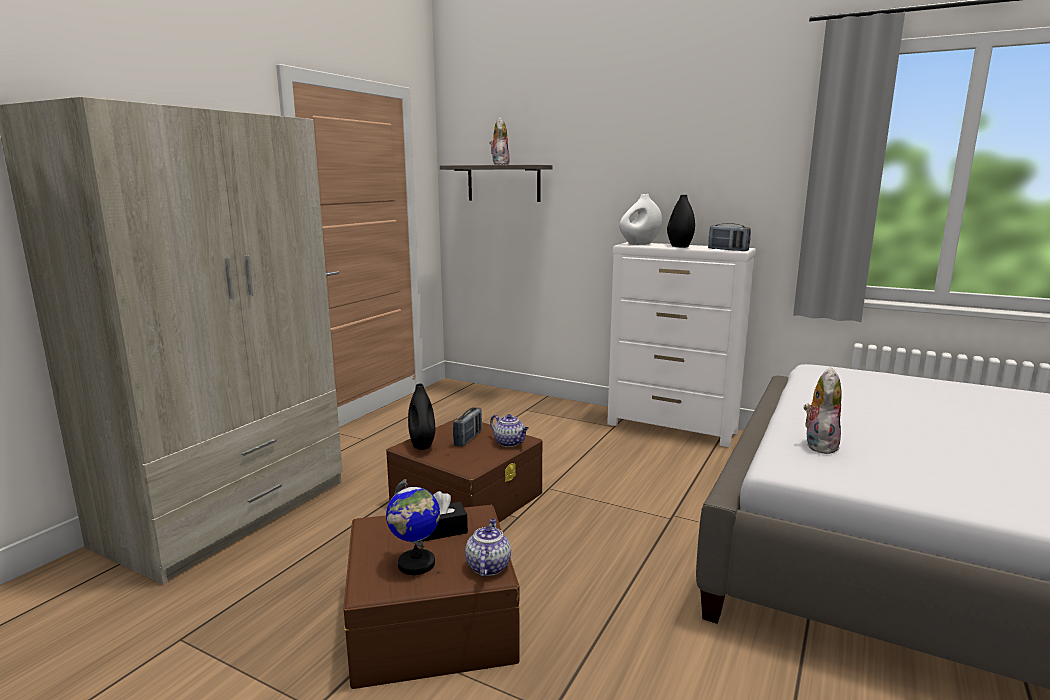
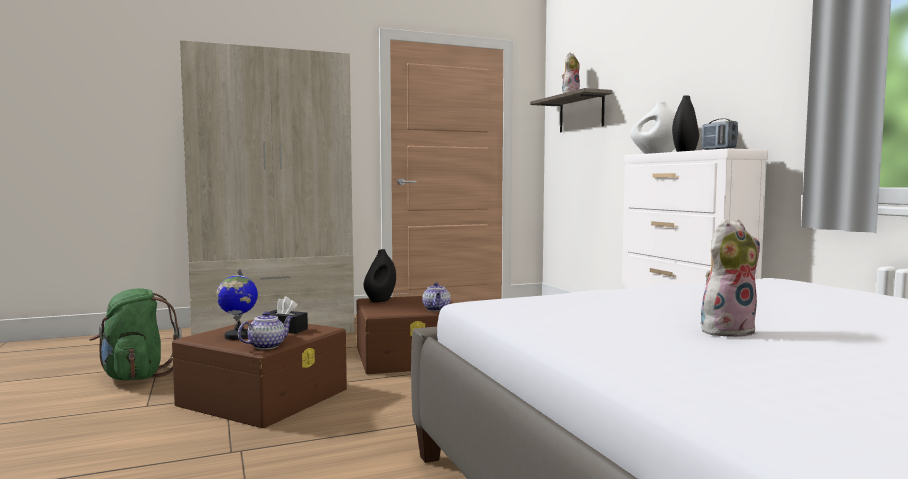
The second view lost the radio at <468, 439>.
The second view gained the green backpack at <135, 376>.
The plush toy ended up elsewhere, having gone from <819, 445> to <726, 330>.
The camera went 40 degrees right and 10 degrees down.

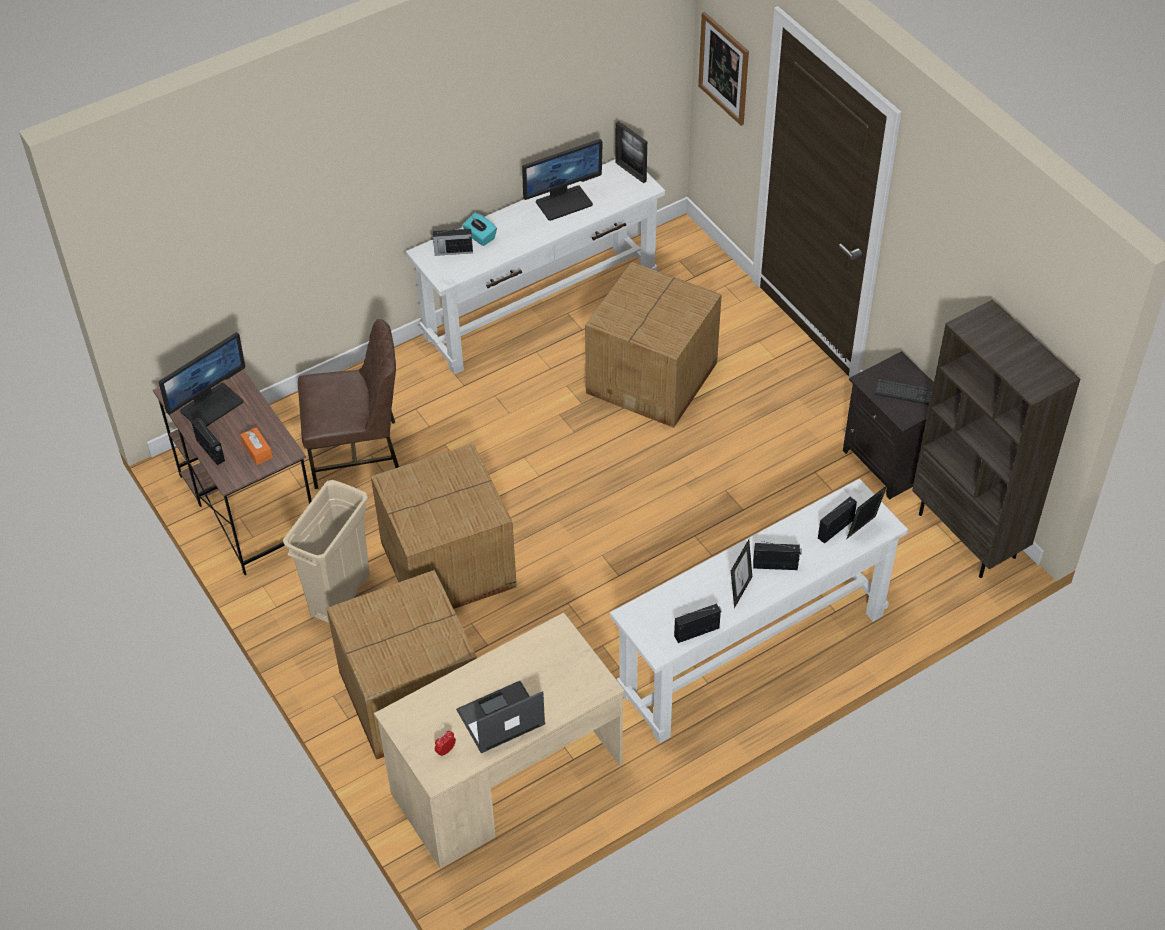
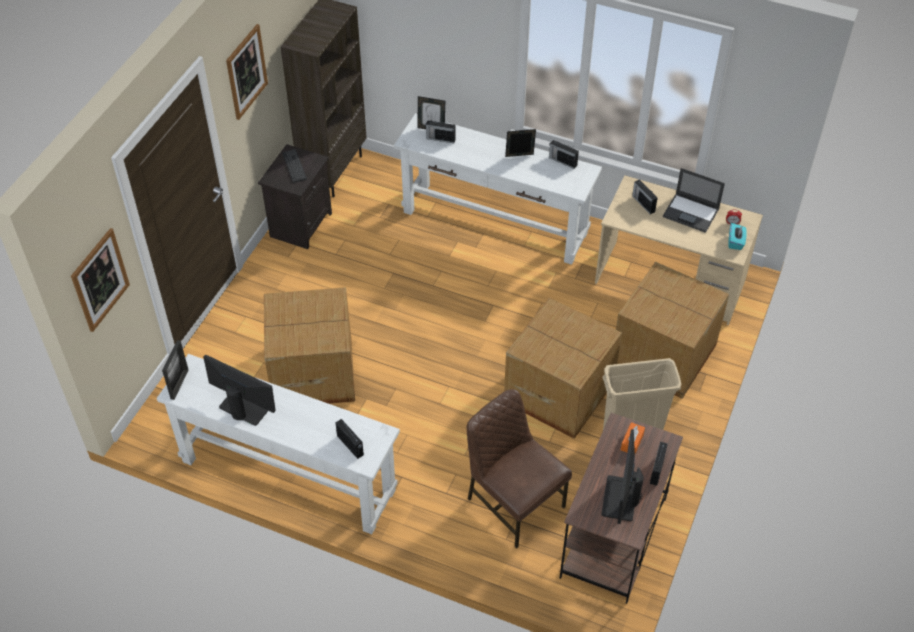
The second view gained the picture at <246, 72>.
The turquoise tissue box ended up elsewhere, having gone from <480, 237> to <735, 242>.
The radio ended up elsewhere, having gone from <776, 565> to <643, 203>.
The monitor at <211, 405> ended up facing another way, 90 degrees counterclockwise from before.
The camera went 125 degrees left and 0 degrees up.

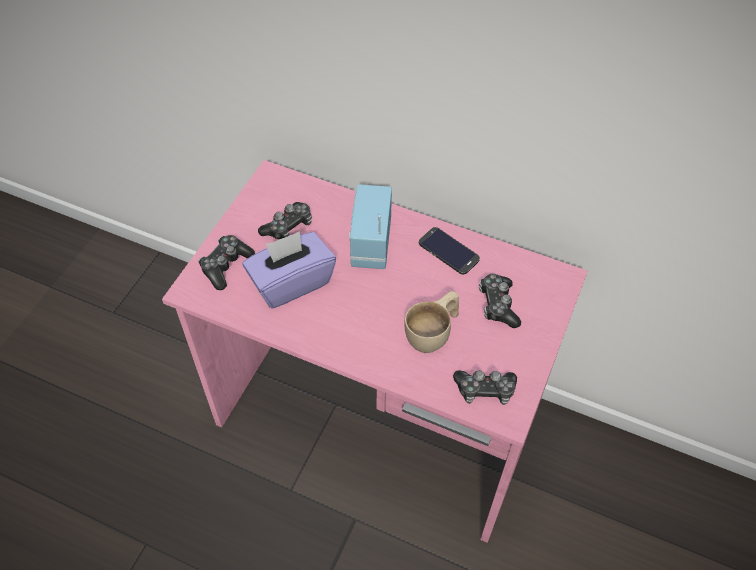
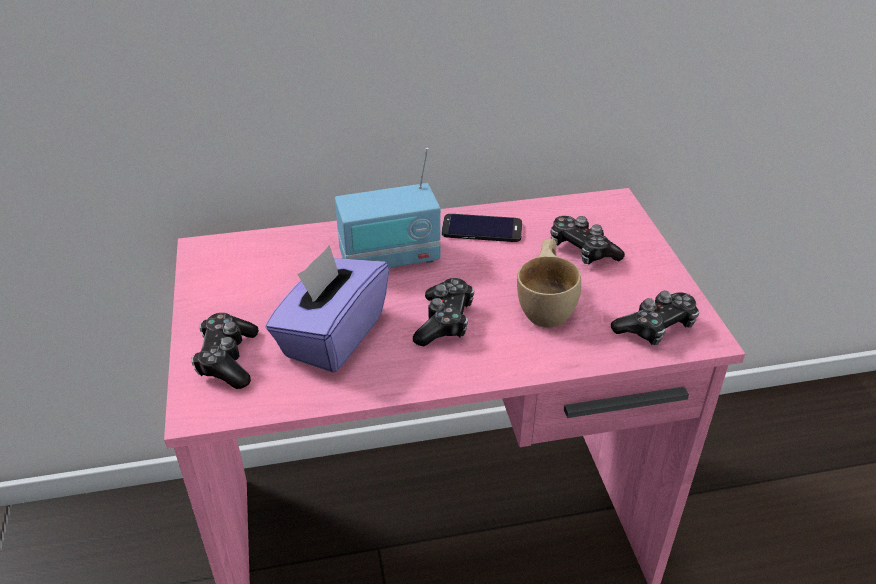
The game controller ended up elsewhere, having gone from <288, 227> to <444, 321>.
The radio at <370, 243> ended up facing another way, 75 degrees counterclockwise from before.
The camera went 35 degrees left and 15 degrees down.

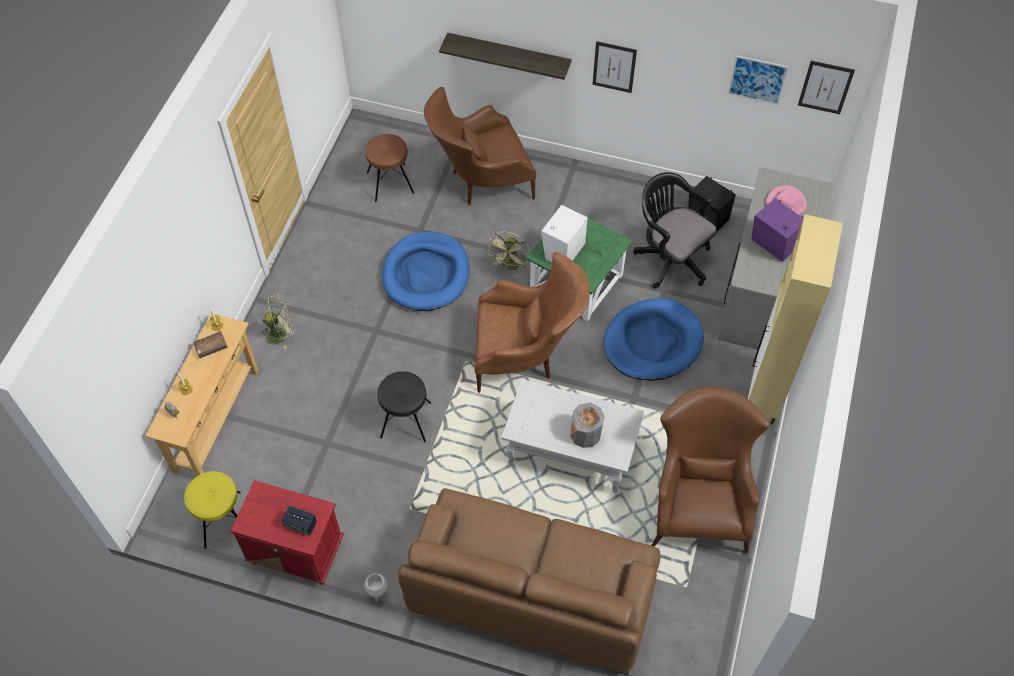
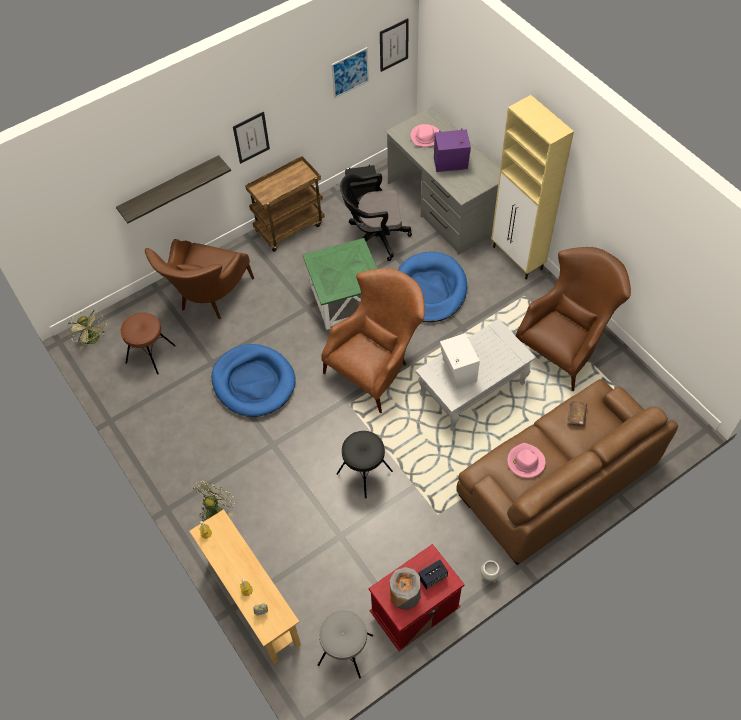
The second view gained the brown cart at <289, 227>.
The second view gained the pink hat at <525, 462>.
The brown book ended up elsewhere, having gone from <211, 347> to <576, 416>.
The green fan ended up elsewhere, having gone from <510, 266> to <93, 340>.
The white speaker ended up elsewhere, having gone from <562, 251> to <458, 372>.
The grey vase ended up elsewhere, having gone from <585, 433> to <405, 594>.
What was the yellow stool at <222, 519> turned into the grey stool at <345, 650>.
The brown armchair at <697, 502> ended up facing another way, 90 degrees clockwise from before.
The camera went 50 degrees left and 0 degrees up.

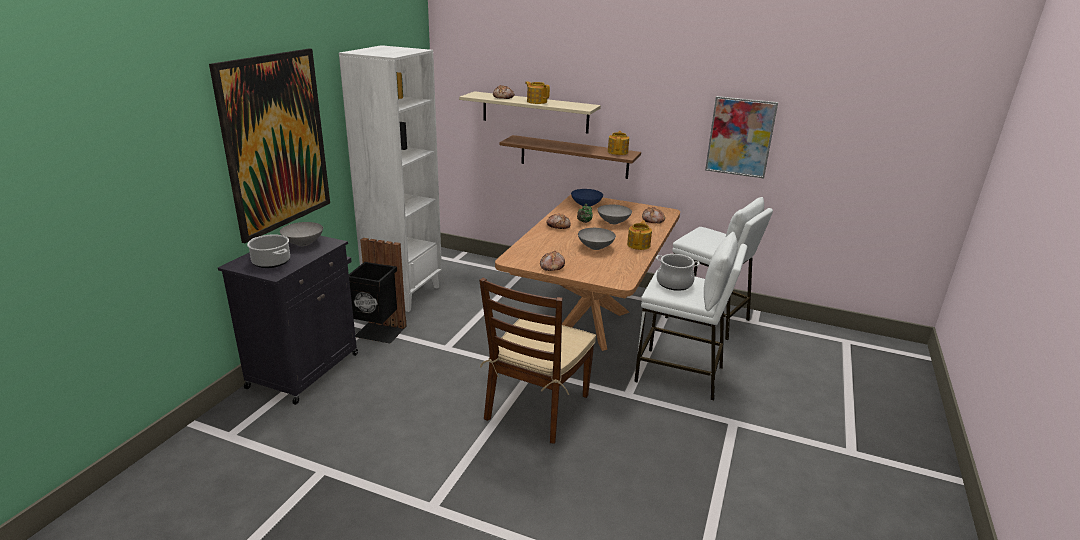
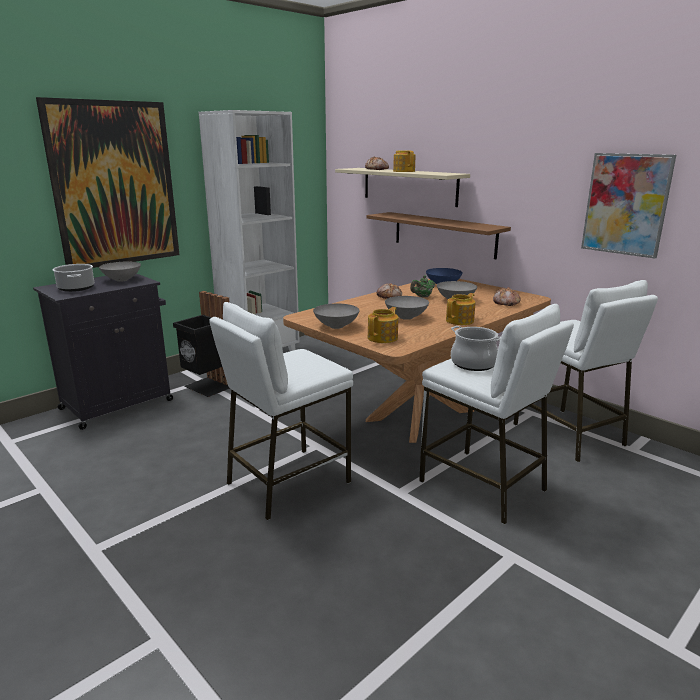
The teapot ended up elsewhere, having gone from <618, 152> to <383, 338>.
Where the brown chair stood at <537, 407>, the white stool came to stand at <287, 482>.
Where the bread stood at <551, 266>, the grey bowl came to stand at <335, 326>.
The camera went 25 degrees right and 5 degrees down.

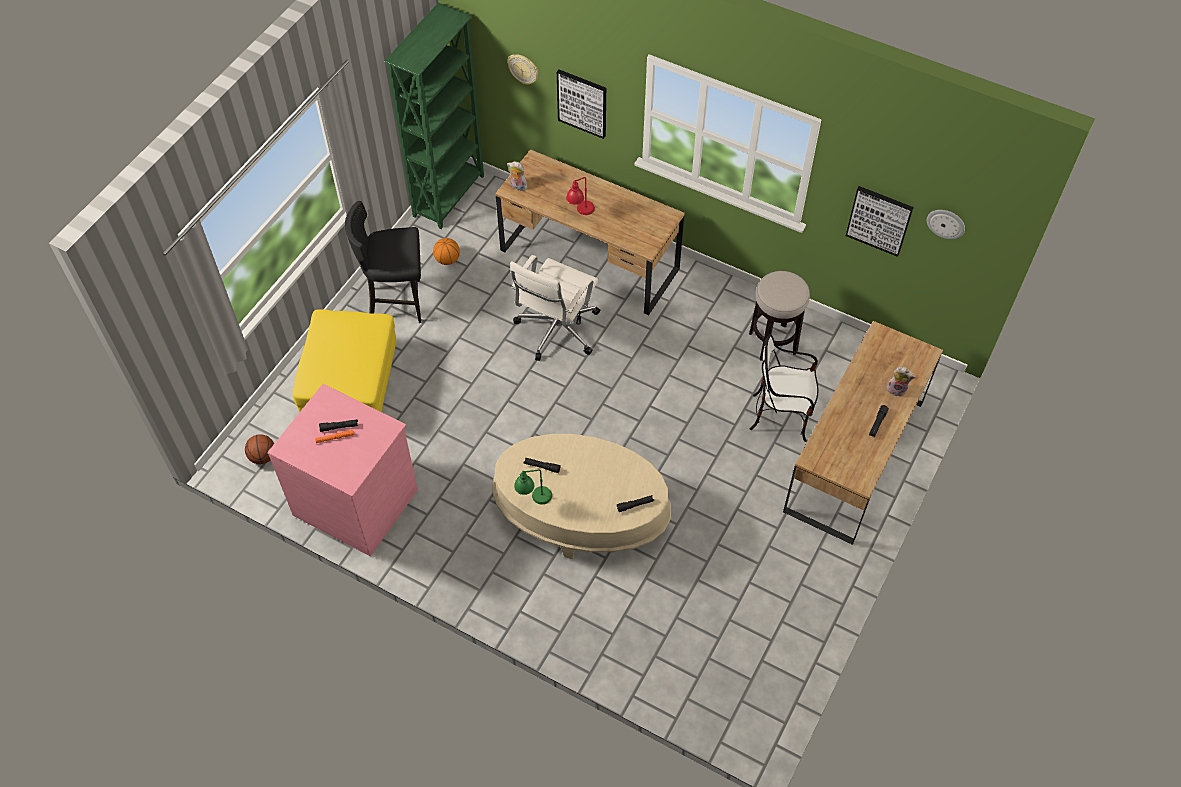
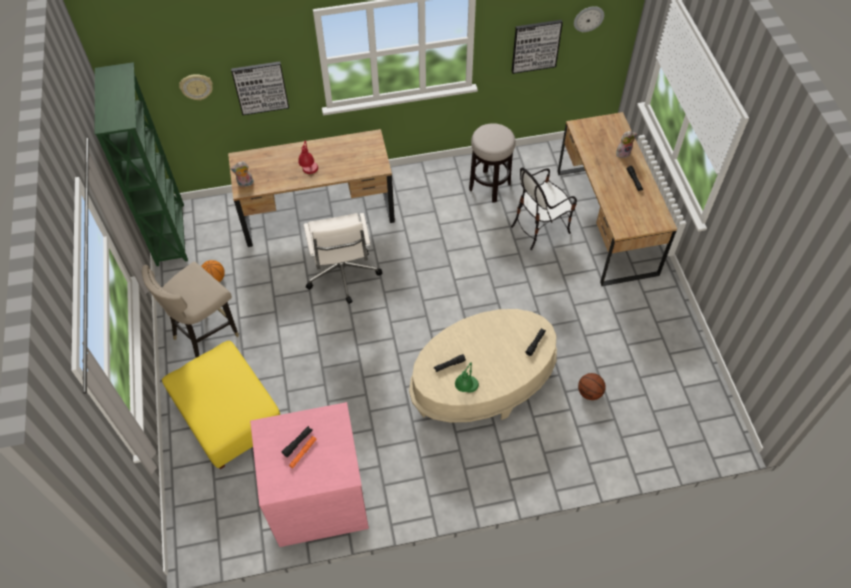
The basketball ended up elsewhere, having gone from <263, 457> to <590, 392>.
What was the black stool at <397, 302> turned into the beige stool at <205, 334>.
The camera went 40 degrees left and 0 degrees up.

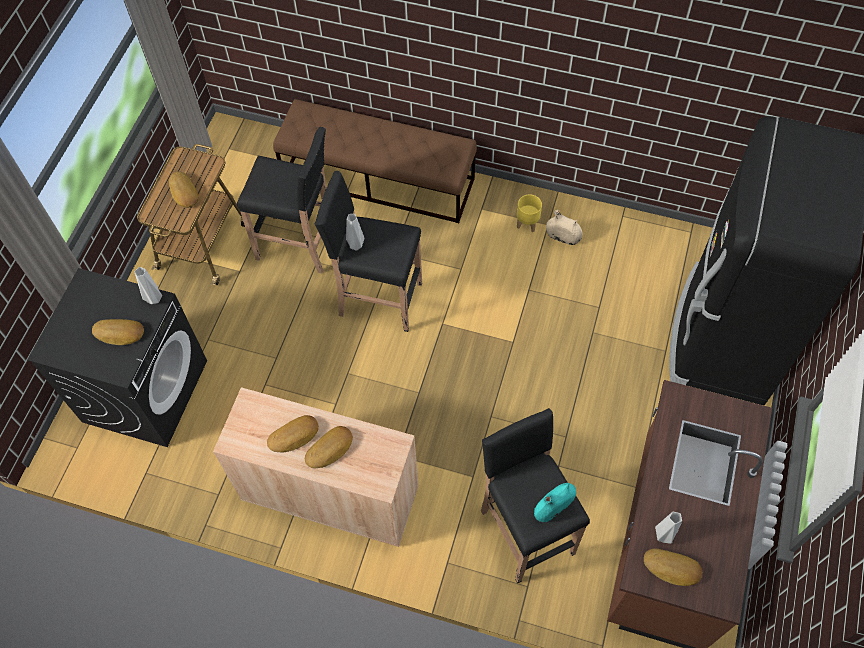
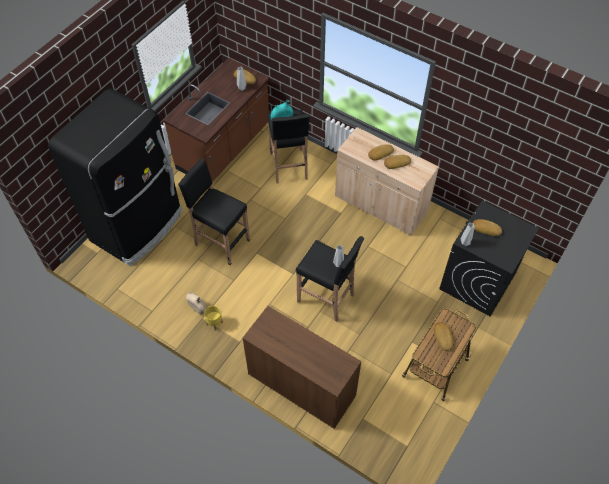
The black stool ended up elsewhere, having gone from <299, 245> to <221, 242>.
Where the brown bench stood at <378, 179>, the brown cabinet came to stand at <301, 385>.
The camera went 165 degrees left and 5 degrees down.

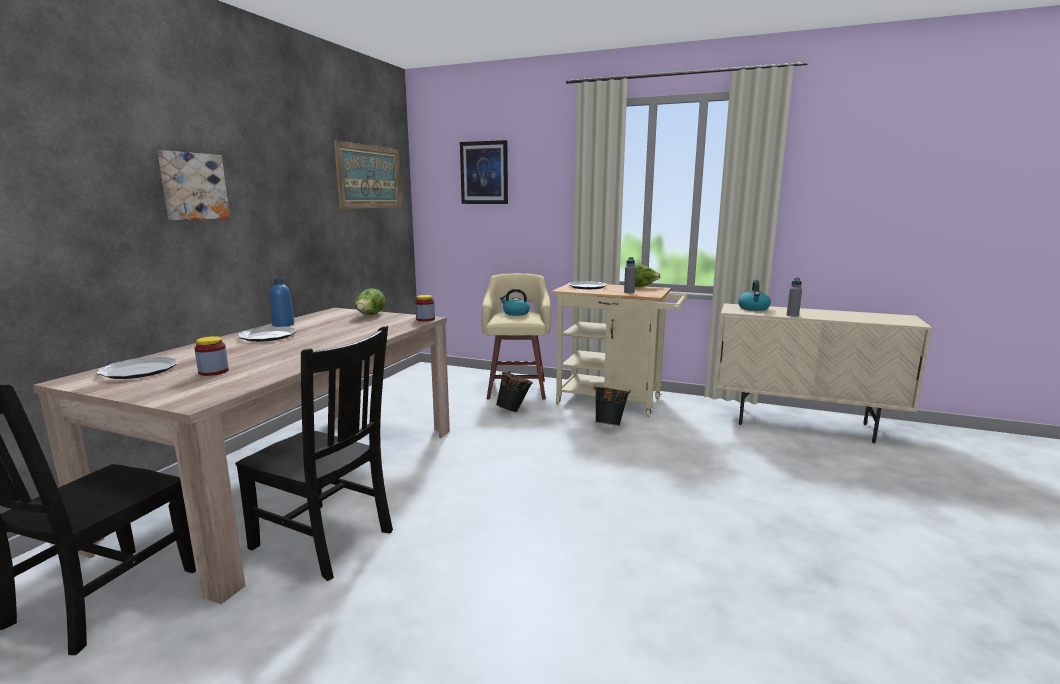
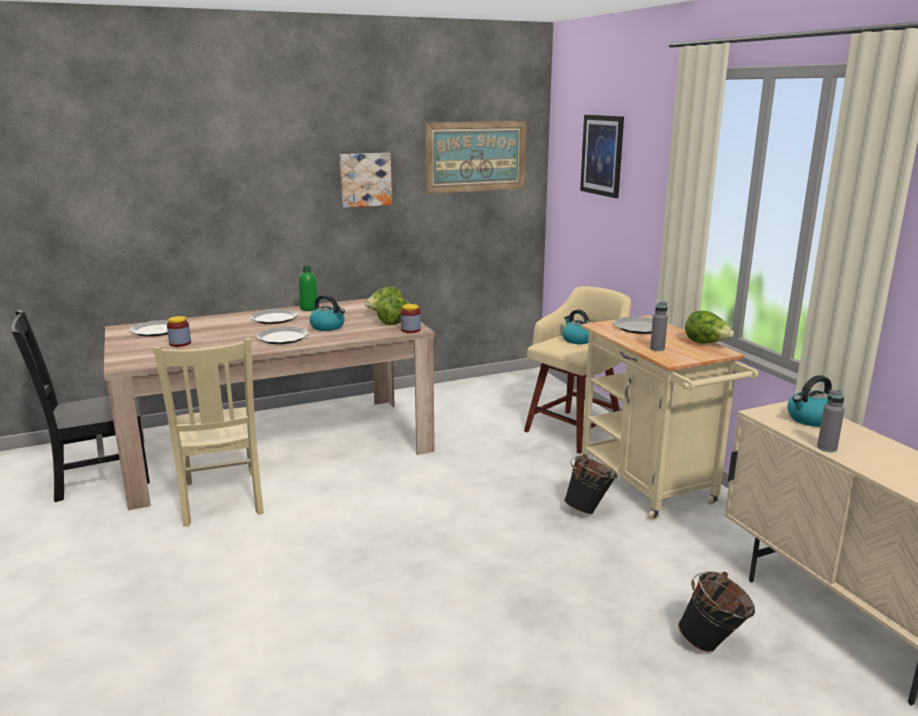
The second view gained the plate at <282, 338>.
The second view gained the kettle at <328, 327>.
The second view gained the lettuce at <395, 323>.
The picture ended up elsewhere, having gone from <193, 186> to <365, 179>.
The black bucket ended up elsewhere, having gone from <514, 410> to <713, 645>.
What was the black chair at <325, 541> turned into the beige chair at <222, 500>.
What was the blue bottle at <283, 325> turned into the green bottle at <309, 308>.
The camera went 45 degrees right and 5 degrees up.

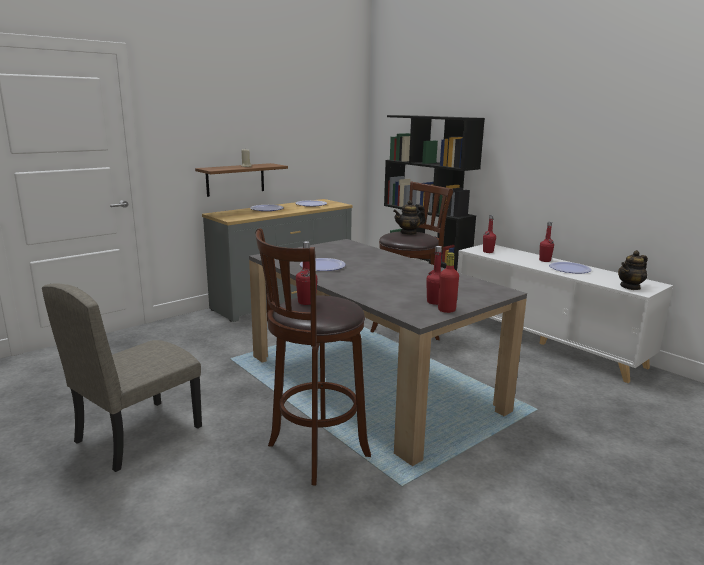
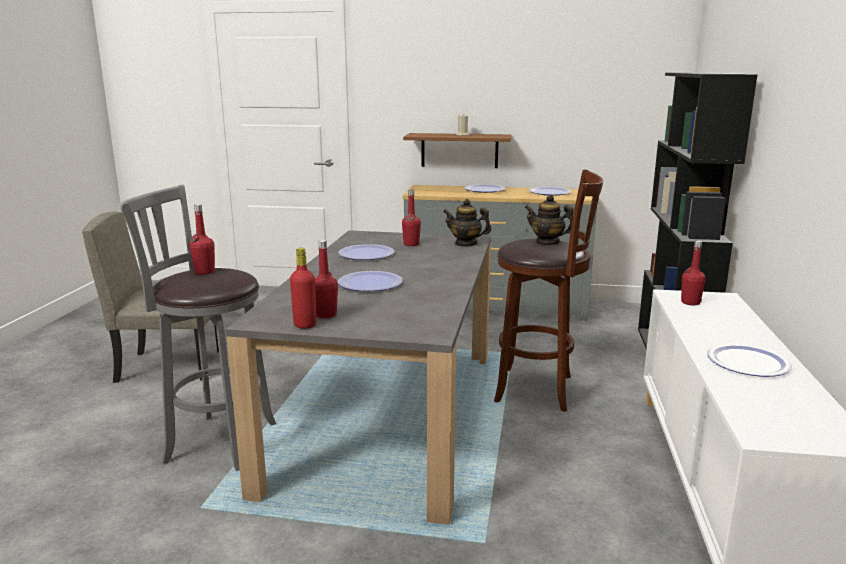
The second view gained the plate at <370, 283>.
The red bottle ended up elsewhere, having gone from <545, 260> to <411, 244>.
The teapot ended up elsewhere, having gone from <630, 287> to <466, 243>.
What was the brown stool at <314, 453> turned into the grey stool at <215, 442>.
The camera went 50 degrees right and 0 degrees up.

